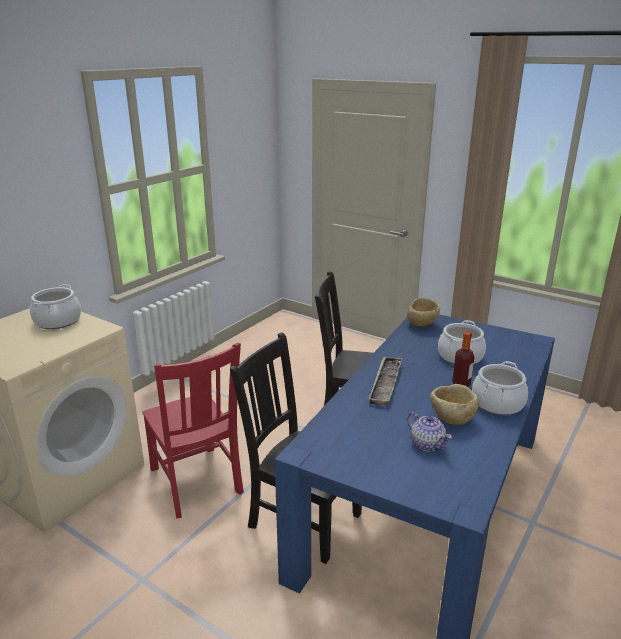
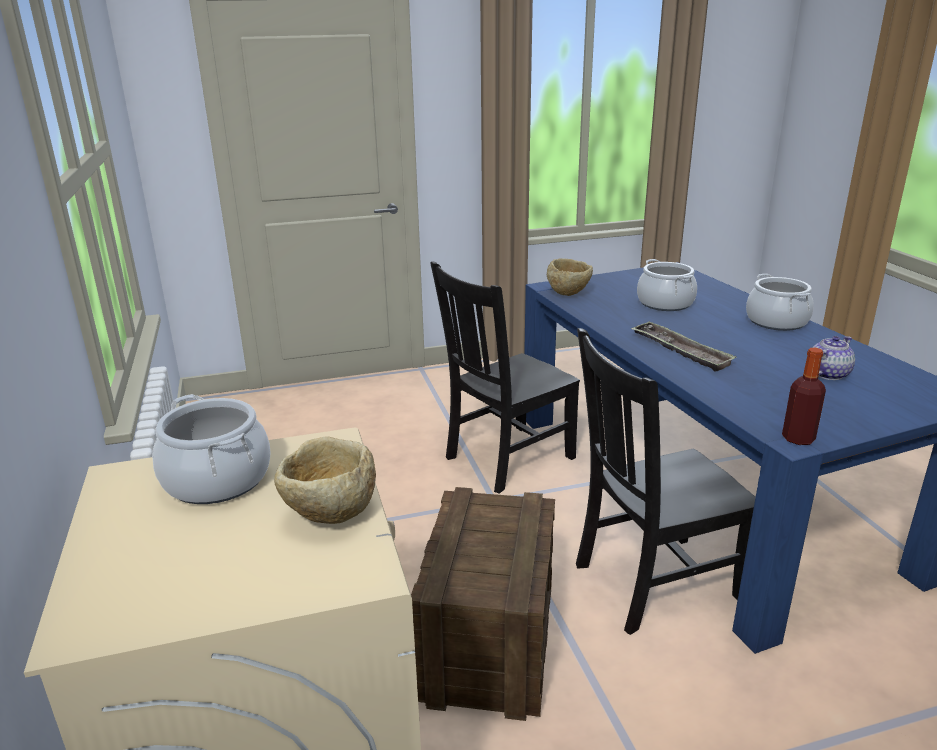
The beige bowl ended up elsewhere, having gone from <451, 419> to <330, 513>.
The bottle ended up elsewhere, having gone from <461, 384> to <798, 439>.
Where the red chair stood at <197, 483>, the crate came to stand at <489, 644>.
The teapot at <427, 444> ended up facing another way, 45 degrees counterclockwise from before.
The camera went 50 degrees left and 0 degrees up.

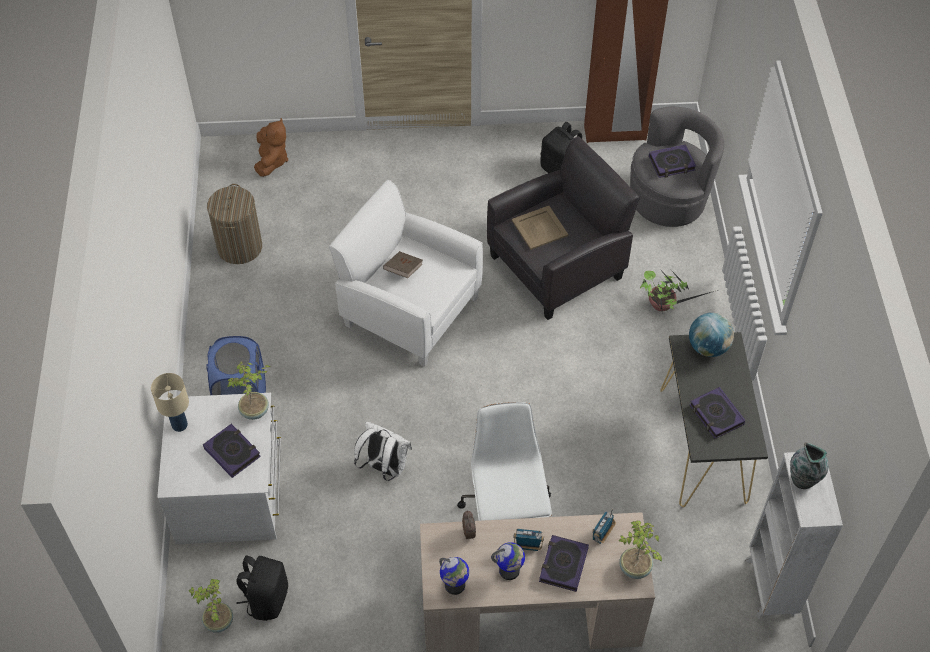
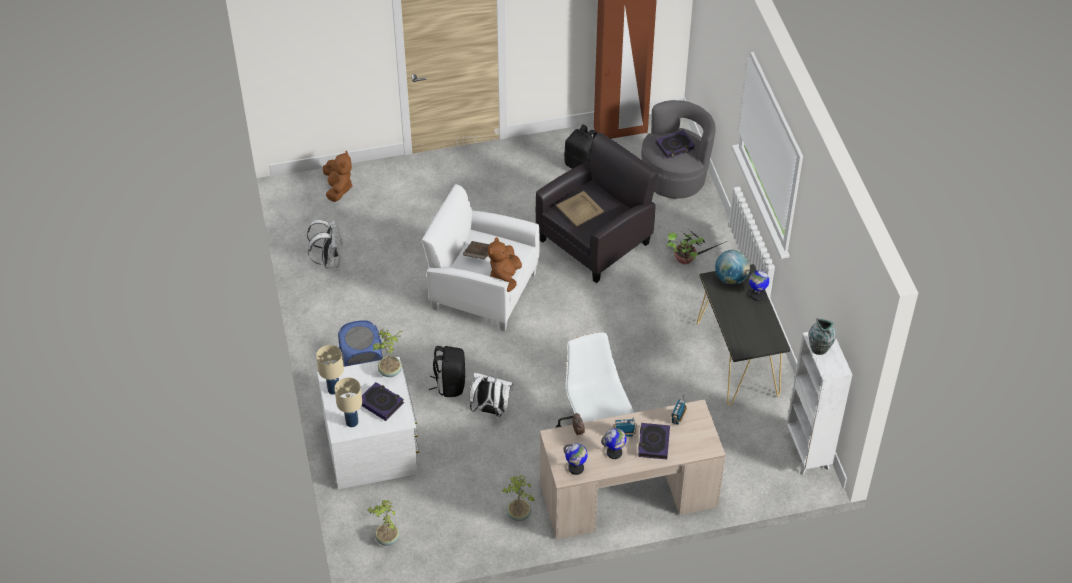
The second view lost the book at <716, 415>.
The second view gained the beige table lamp at <352, 422>.
The second view gained the brown plush toy at <505, 277>.
The second view gained the globe at <757, 295>.
The black backpack ended up elsewhere, having gone from <266, 599> to <450, 384>.
The potted plant ended up elsewhere, having gone from <634, 568> to <518, 515>.
Where the laundry basket stood at <239, 247>, the white backpack came to stand at <329, 260>.
The camera went 10 degrees left and 5 degrees down.

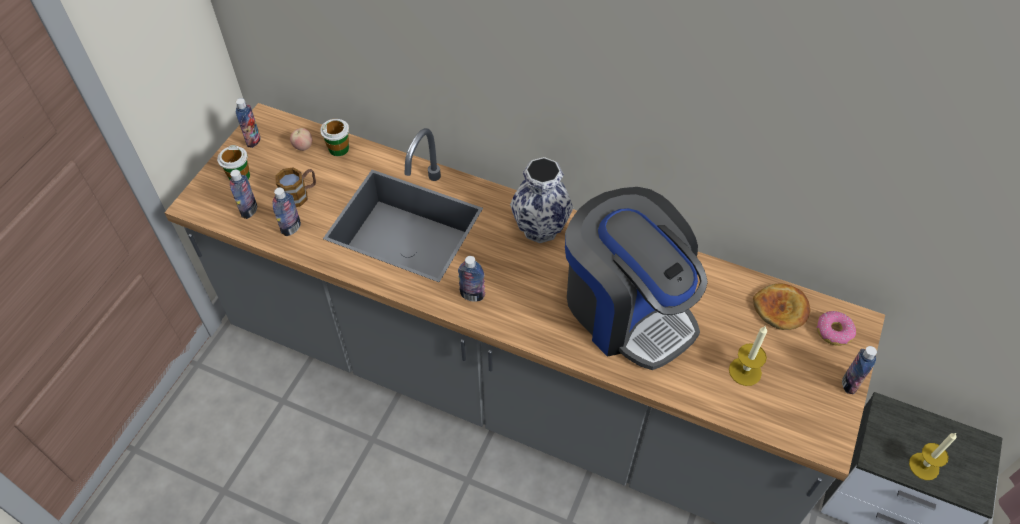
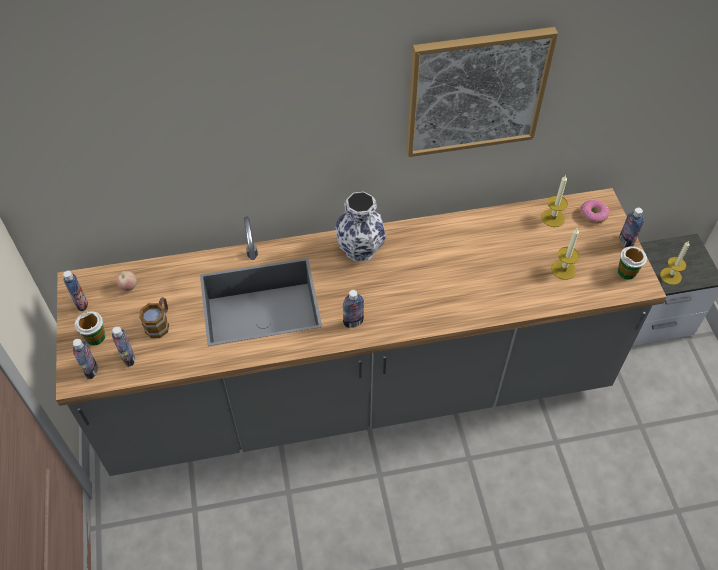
The second view lost the coffee machine at <627, 309>.
The second view gained the picture at <476, 92>.
The bottle ended up elsewhere, having gone from <291, 228> to <91, 370>.
The cup ended up elsewhere, having gone from <339, 148> to <627, 272>.
Where the bread stood at <781, 309>, the candle came to stand at <553, 218>.
The camera went 35 degrees left and 0 degrees up.

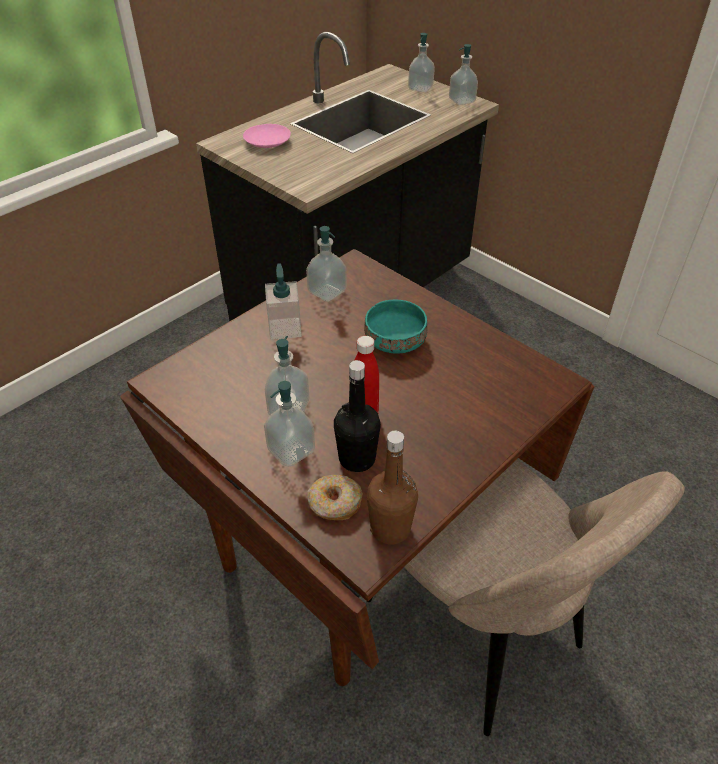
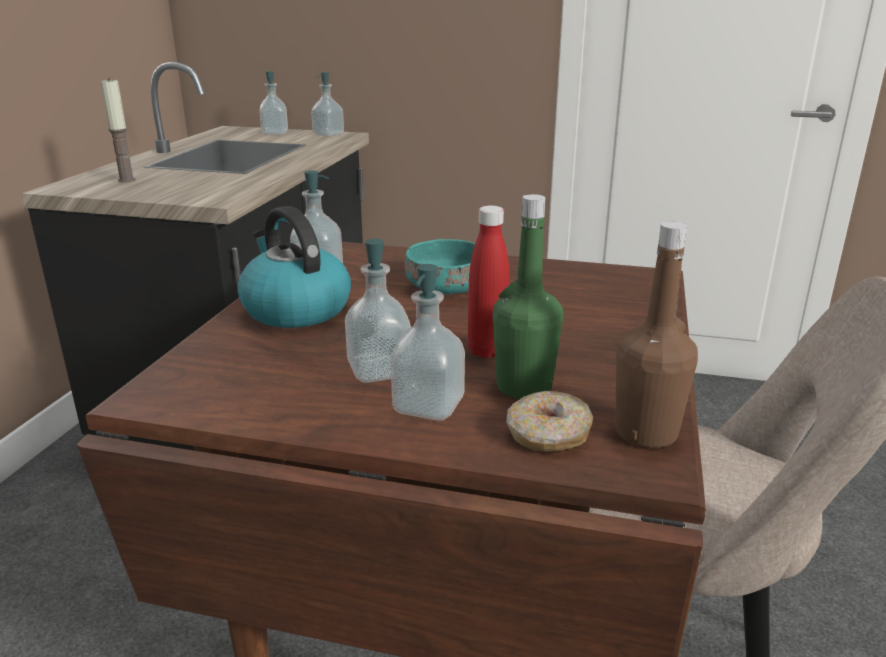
Where the pink plate stood at <267, 142>, the candle came to stand at <126, 180>.
Where the soap dispenser stood at <285, 328>, the kettle came to stand at <295, 309>.
What was the black bottle at <357, 459> turned into the green bottle at <524, 387>.
The camera went 30 degrees left and 20 degrees down.

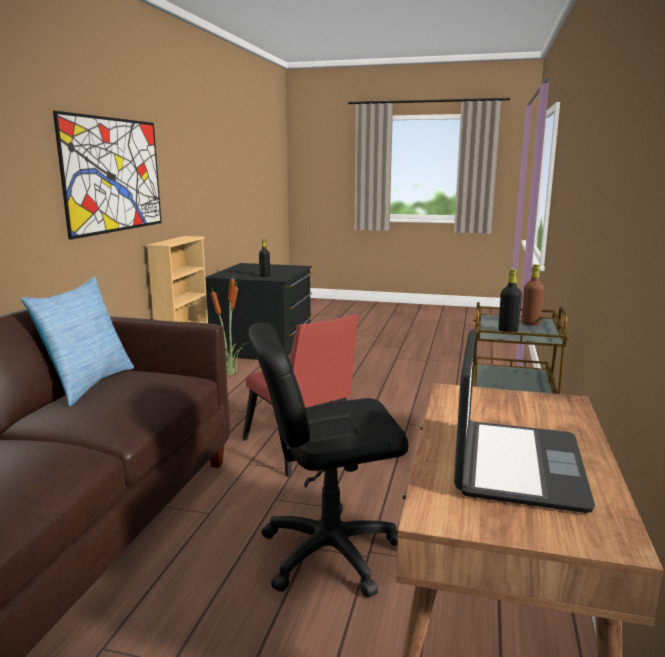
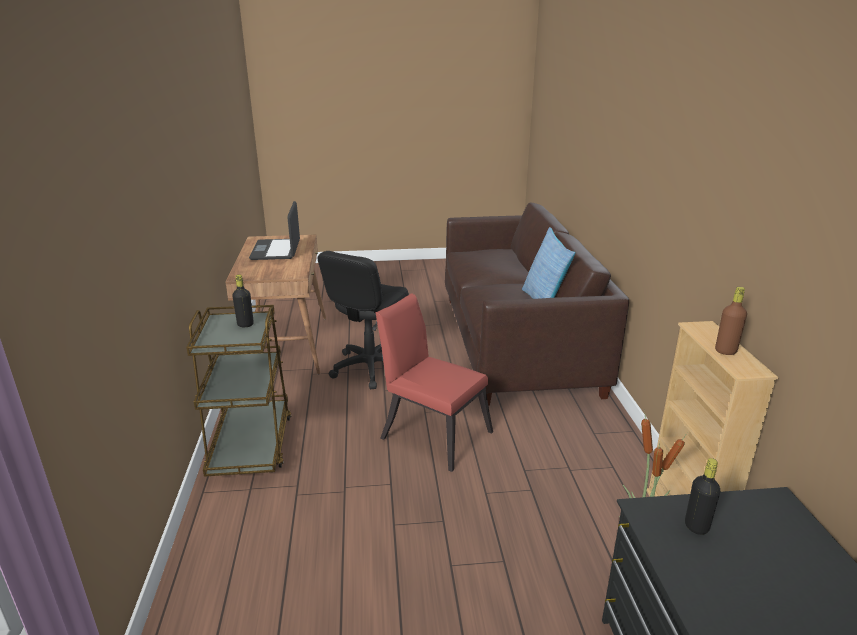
The second view lost the picture at <114, 175>.
The brown bottle ended up elsewhere, having gone from <530, 323> to <725, 351>.
The black office chair at <329, 551> ended up facing another way, 150 degrees clockwise from before.
The camera went 160 degrees right and 10 degrees up.

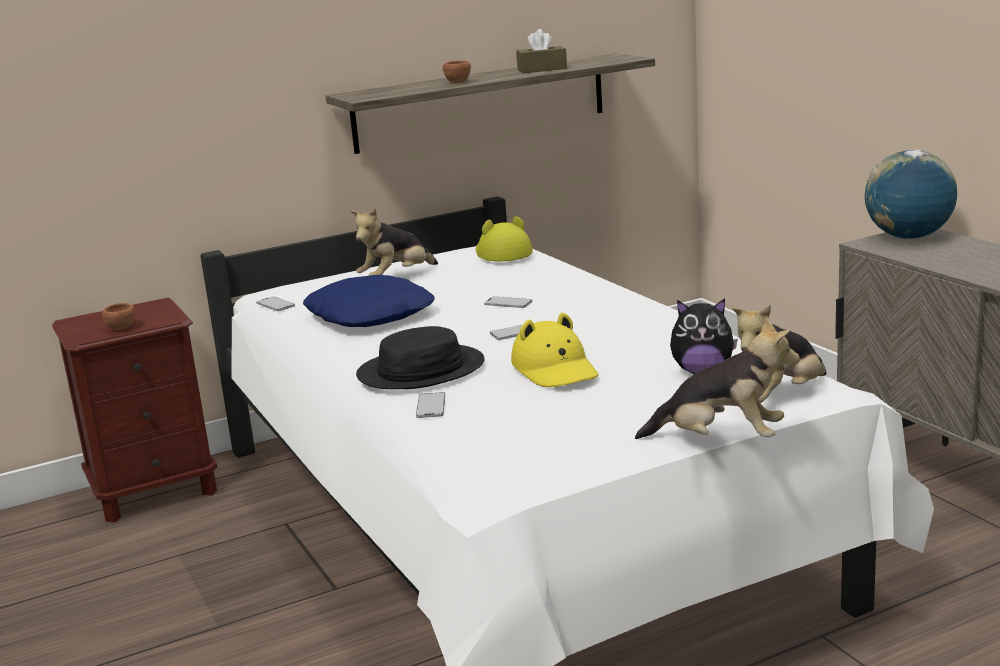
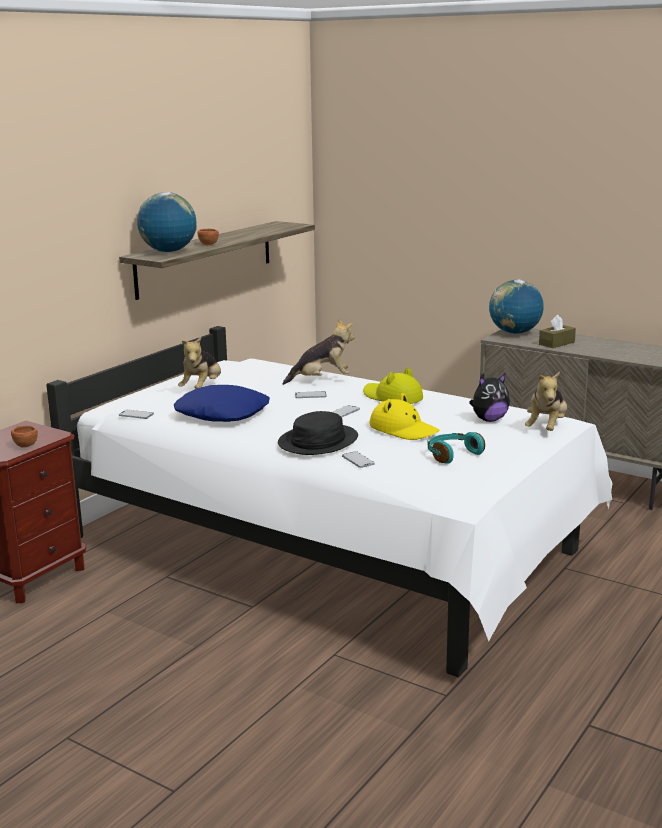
The second view gained the globe at <169, 252>.
The second view gained the turquoise headphones at <452, 454>.
The yellow hat ended up elsewhere, having gone from <502, 253> to <392, 397>.
The brown tissue box ended up elsewhere, having gone from <542, 69> to <556, 343>.
The plush toy ended up elsewhere, having gone from <721, 440> to <322, 380>.
The camera went 30 degrees left and 0 degrees up.

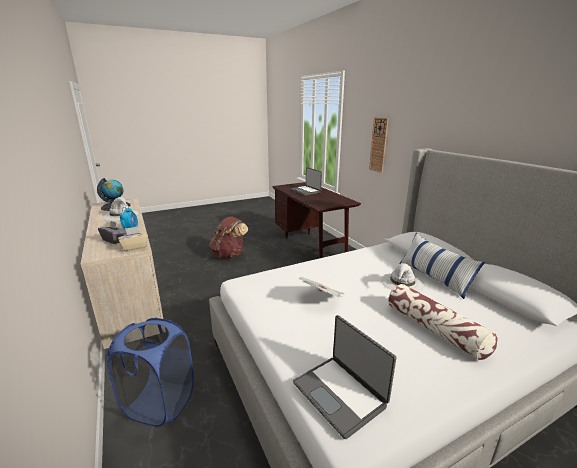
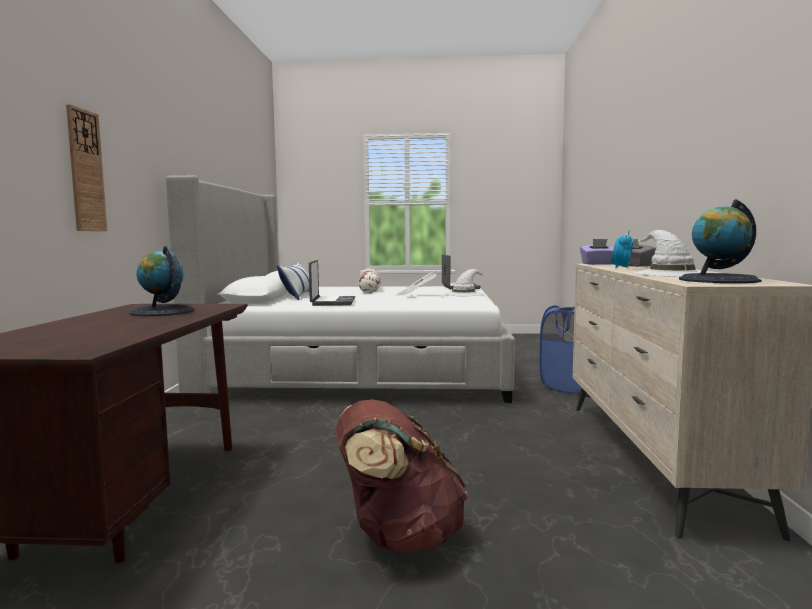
The second view gained the globe at <162, 312>.
The laptop ended up elsewhere, having gone from <306, 191> to <332, 302>.
The white hat ended up elsewhere, having gone from <402, 283> to <464, 294>.
What was the beige tissue box at <135, 247> turned into the purple tissue box at <598, 264>.
The camera went 150 degrees left and 15 degrees down.

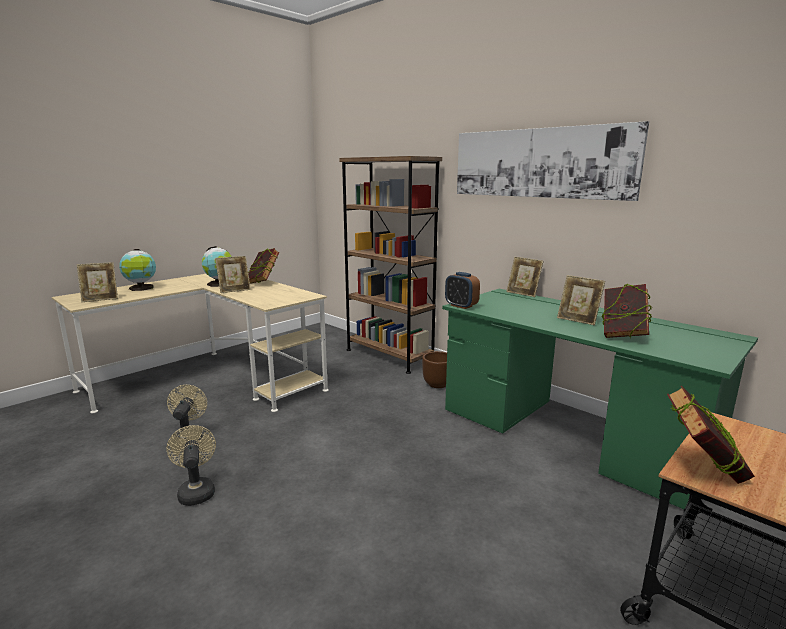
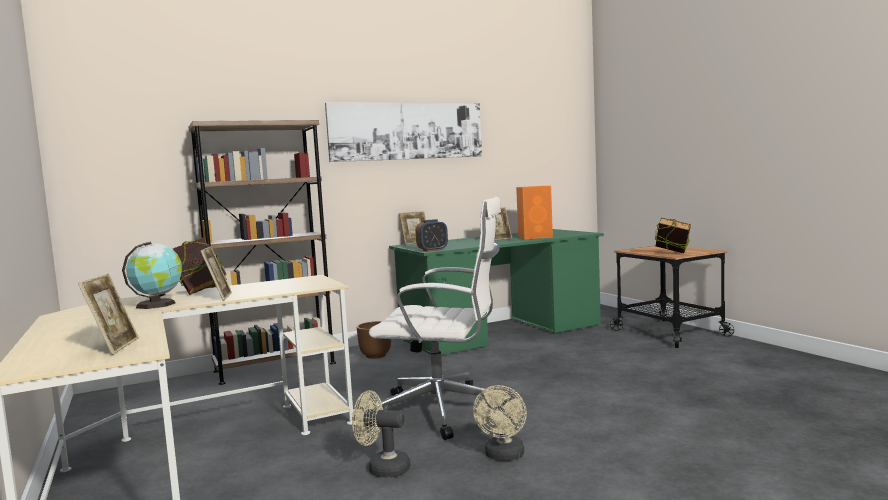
The second view lost the globe at <141, 288>.
The second view gained the white office chair at <444, 412>.
Where the book stood at <622, 335>, the orange speaker came to stand at <536, 237>.
The beige fan at <196, 491> ended up facing another way, 75 degrees counterclockwise from before.
The camera went 70 degrees left and 10 degrees down.

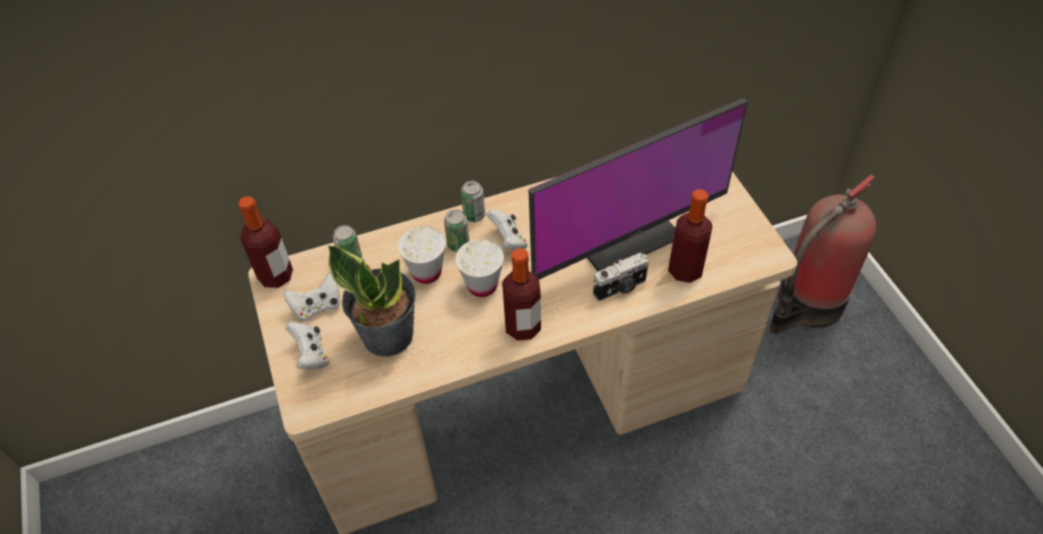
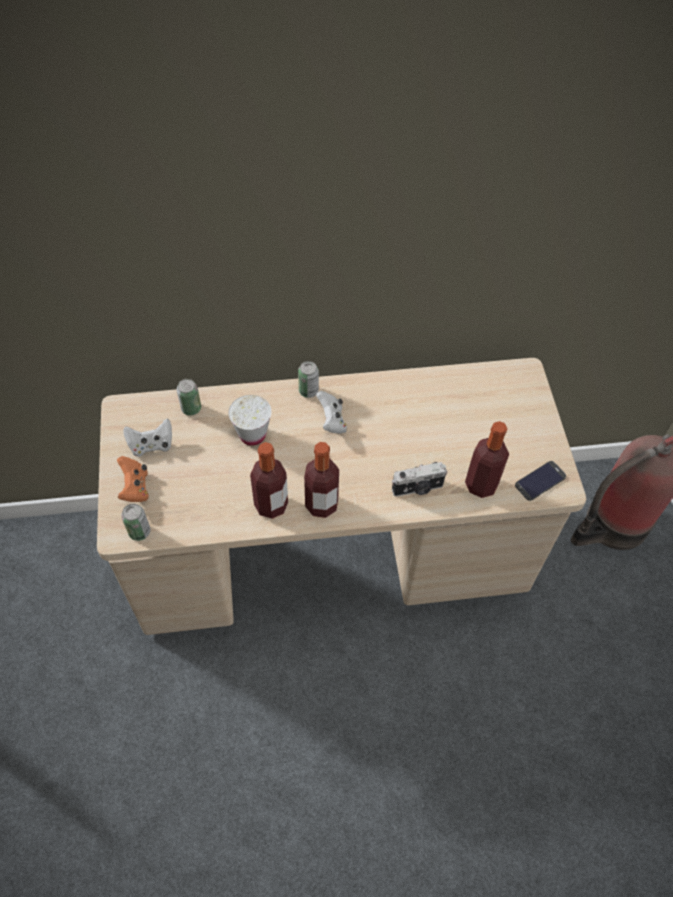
The second view lost the potted plant at <388, 334>.
The second view lost the white cup at <482, 285>.
The second view lost the monitor at <619, 229>.
The second view gained the phone at <540, 481>.
The bottle ended up elsewhere, having gone from <276, 276> to <271, 505>.
The can ended up elsewhere, having gone from <458, 244> to <139, 532>.
What was the white game controller at <311, 355> turned into the orange game controller at <135, 488>.
The camera went 10 degrees right and 5 degrees up.

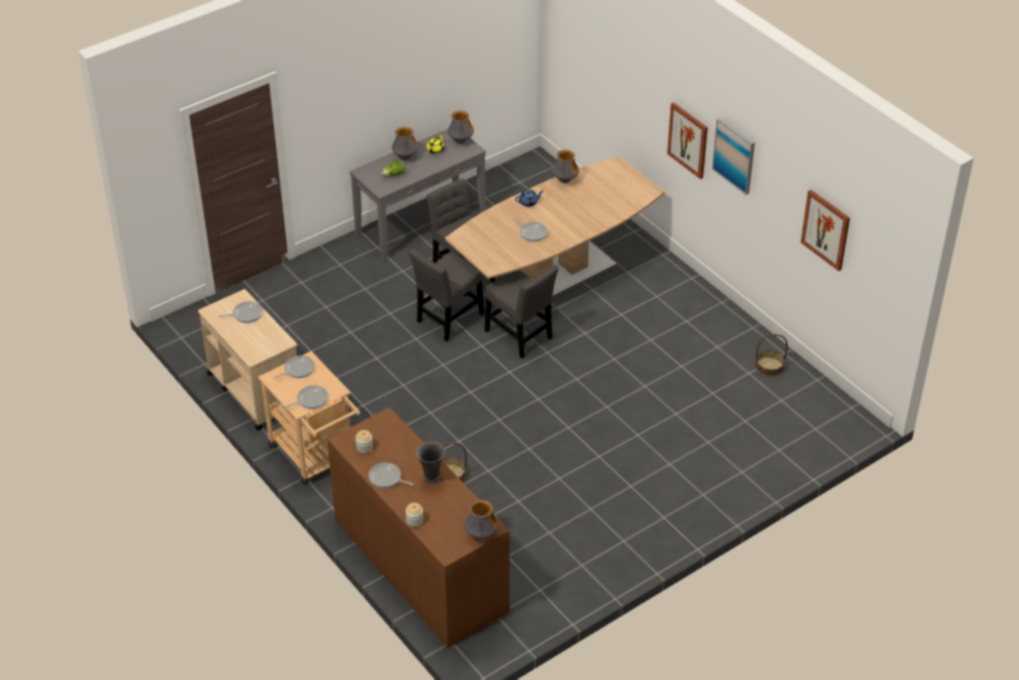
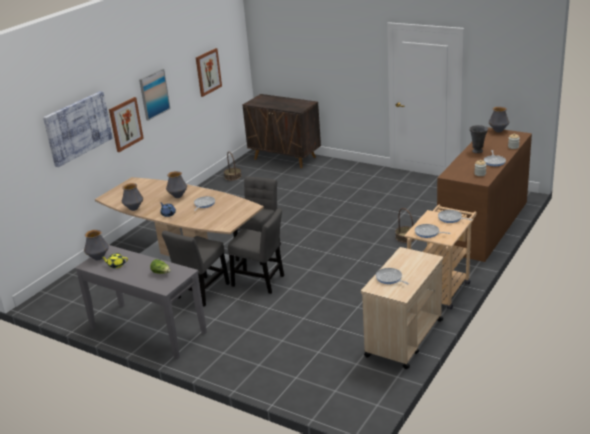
The second view gained the picture at <77, 128>.
The second view gained the brown cabinet at <285, 158>.
The vase ended up elsewhere, having gone from <405, 157> to <178, 196>.
The camera went 110 degrees left and 15 degrees down.

